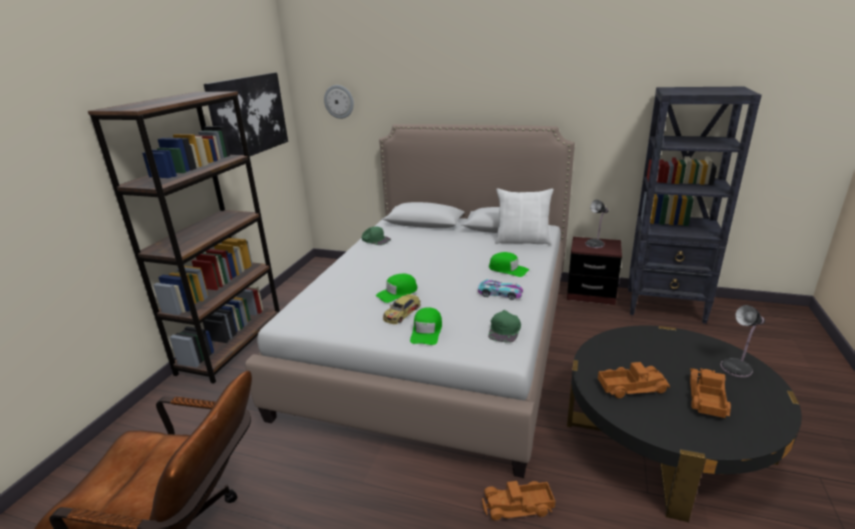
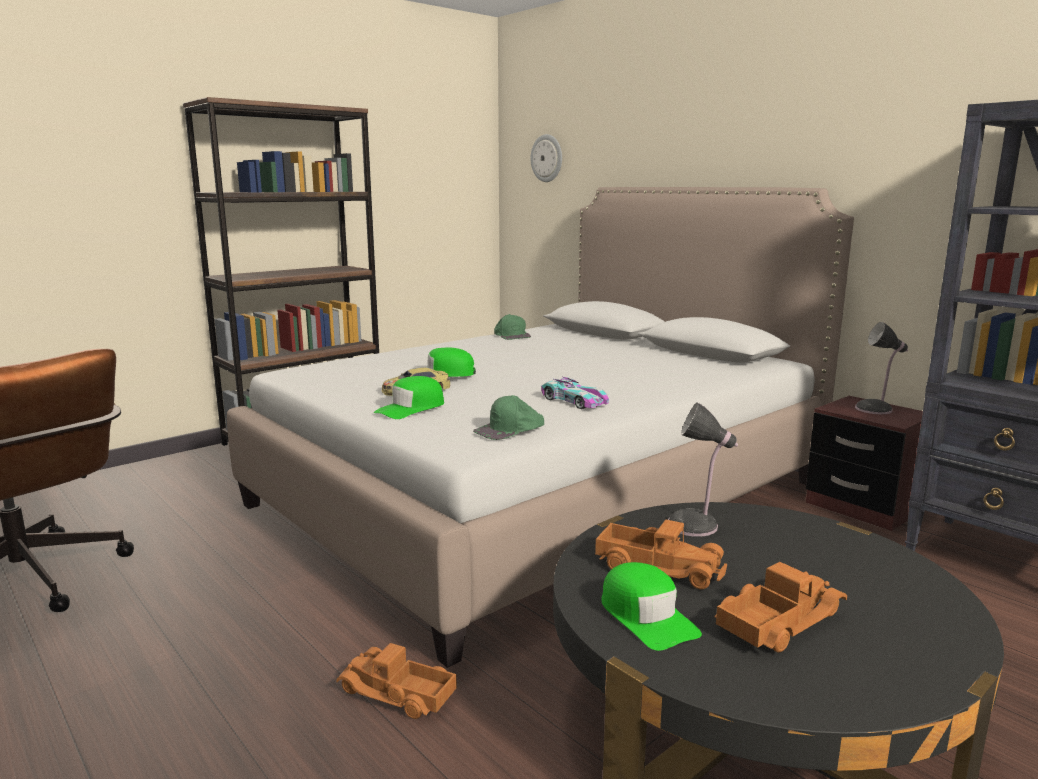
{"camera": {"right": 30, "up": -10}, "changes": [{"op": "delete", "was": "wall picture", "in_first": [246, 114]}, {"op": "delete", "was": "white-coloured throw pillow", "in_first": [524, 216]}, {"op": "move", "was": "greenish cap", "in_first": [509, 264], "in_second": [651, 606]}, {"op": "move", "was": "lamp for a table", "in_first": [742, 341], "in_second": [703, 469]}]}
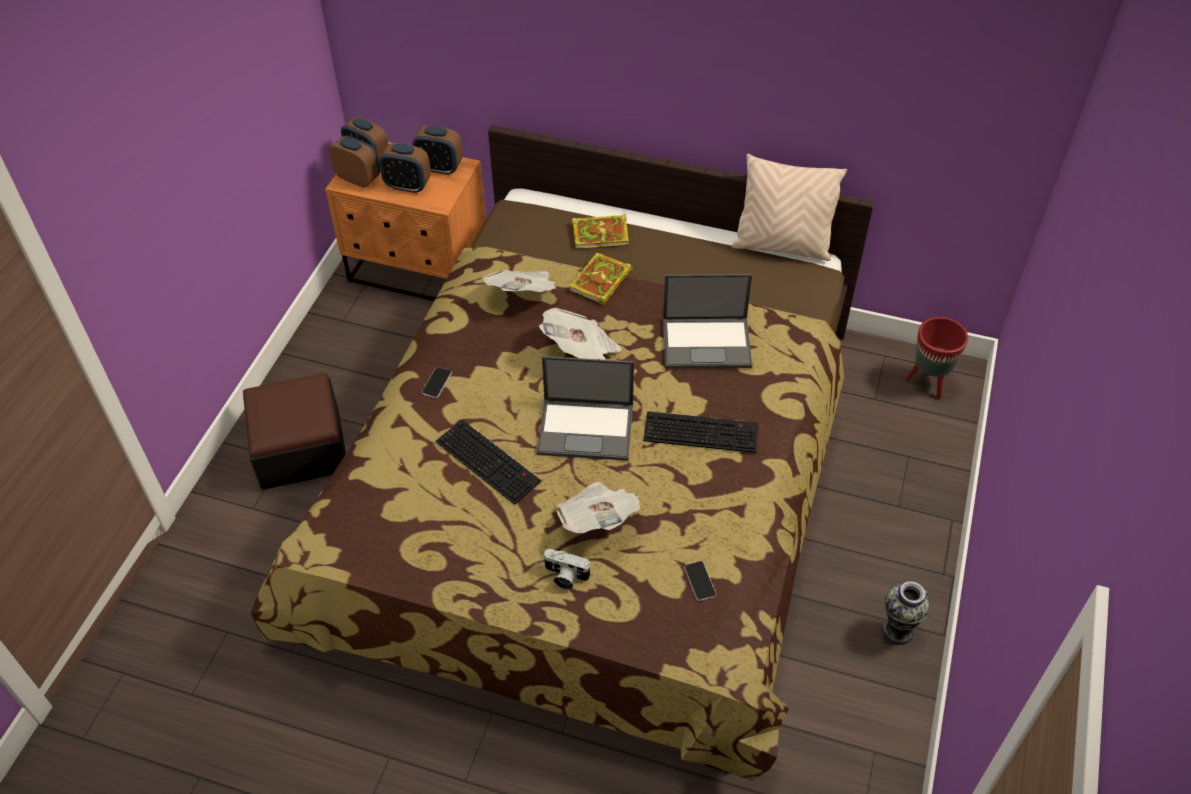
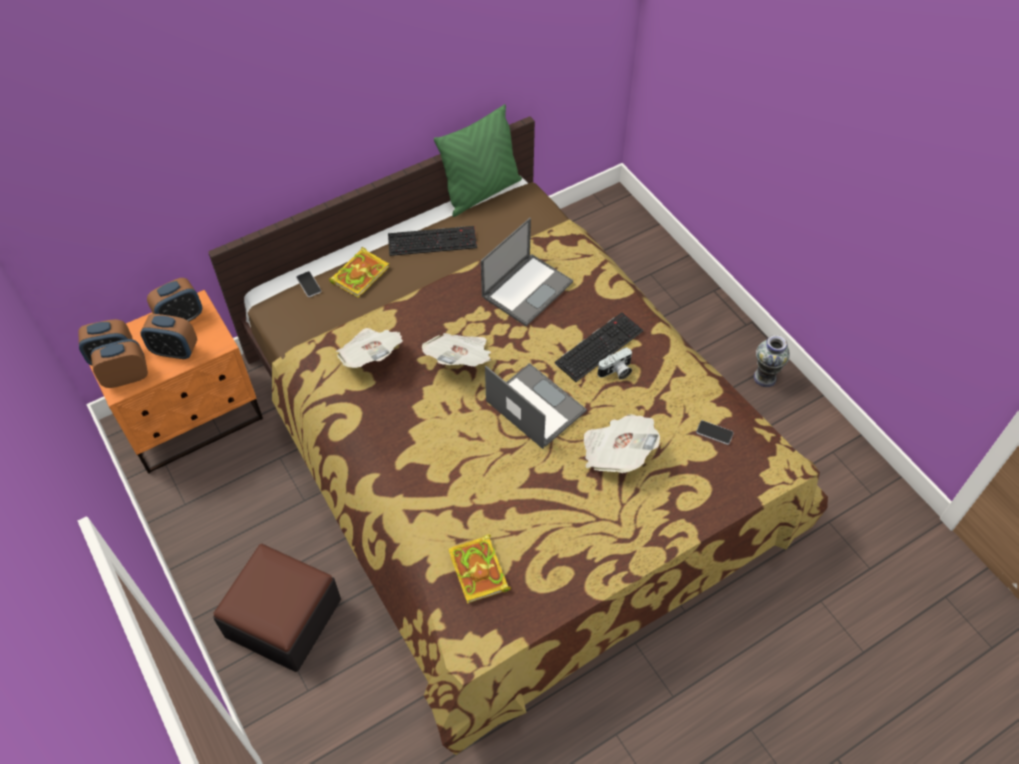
{"camera": {"right": -50, "up": 5}, "changes": [{"op": "rotate", "was": "table clock", "in_first": [405, 168], "in_second": [169, 337], "clockwise": 45}, {"op": "recolor", "was": "sand-coloured throw pillow", "now": "greenish throw pillow", "in_first": [789, 207], "in_second": [478, 160]}, {"op": "move", "was": "volume", "in_first": [601, 279], "in_second": [480, 569]}, {"op": "delete", "was": "red-coloured plant pot", "in_first": [936, 358]}, {"op": "rotate", "was": "portable computer", "in_first": [585, 408], "in_second": [536, 406], "clockwise": -90}, {"op": "move", "was": "telephone", "in_first": [436, 382], "in_second": [309, 284]}, {"op": "move", "was": "keyboard", "in_first": [488, 462], "in_second": [432, 241]}, {"op": "move", "was": "photo camera", "in_first": [567, 569], "in_second": [614, 363]}]}
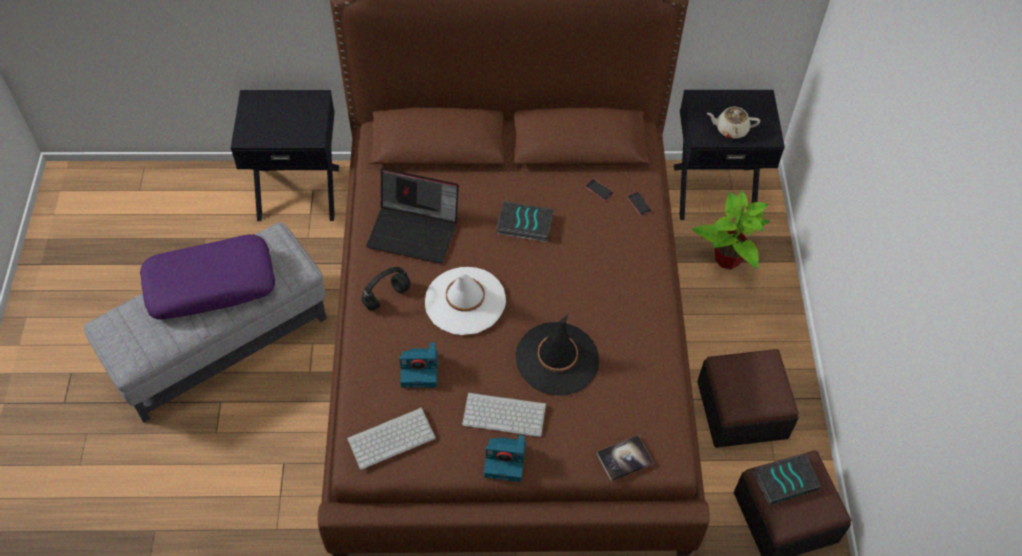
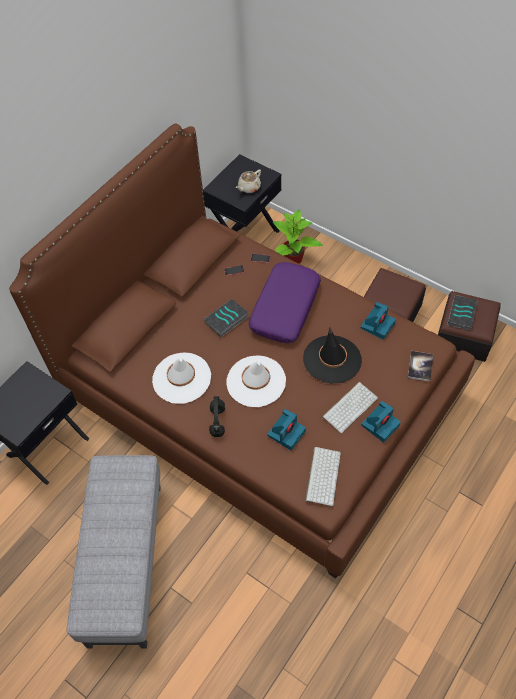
{"camera": {"right": -50, "up": 0}, "changes": [{"op": "replace", "was": "portable computer", "now": "white-coloured wearable hat", "in_first": [412, 216], "in_second": [181, 378]}, {"op": "move", "was": "purple throw pillow", "in_first": [207, 276], "in_second": [285, 302]}, {"op": "insert", "now": "photo camera", "in_second": [378, 321]}]}
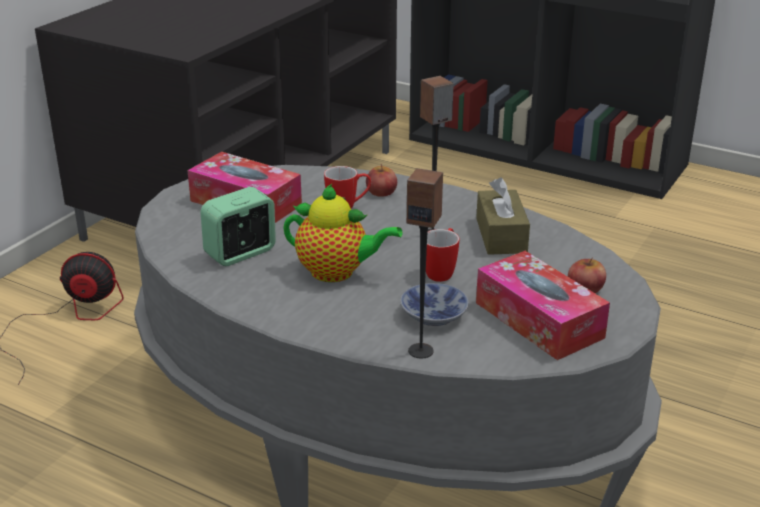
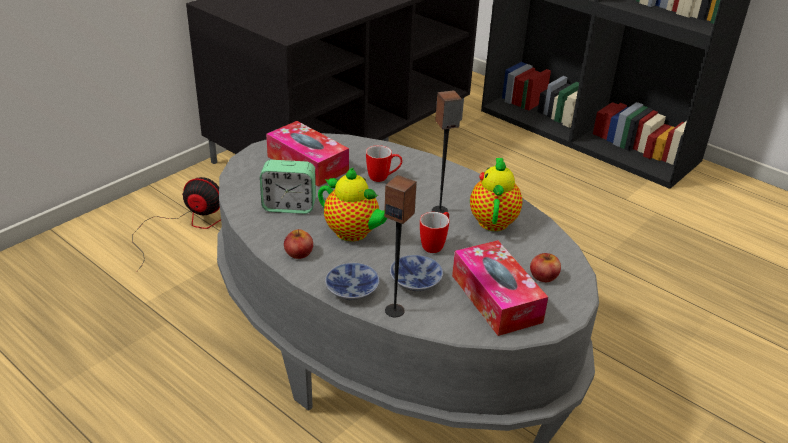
{"camera": {"right": 10, "up": 5}, "changes": [{"op": "move", "was": "apple", "in_first": [381, 180], "in_second": [298, 244]}, {"op": "replace", "was": "brown box of tissues", "now": "tea pot", "in_first": [503, 216], "in_second": [496, 194]}, {"op": "rotate", "was": "table clock", "in_first": [238, 226], "in_second": [288, 187], "clockwise": -150}, {"op": "insert", "now": "deep dish", "in_second": [352, 281]}]}
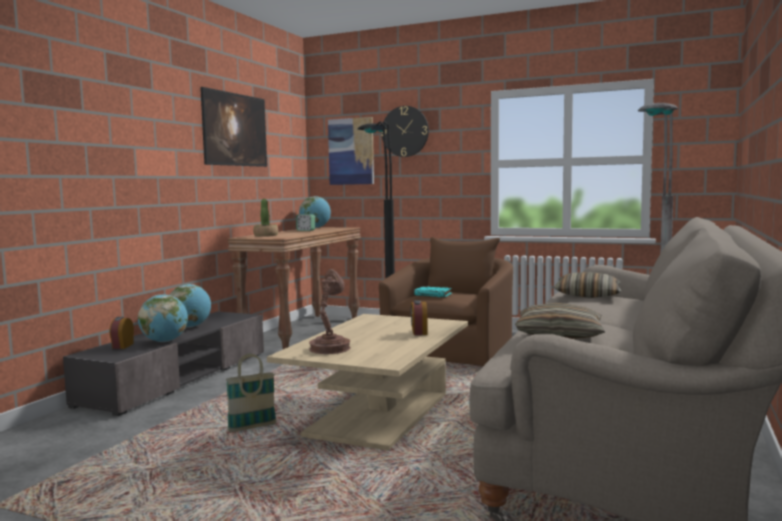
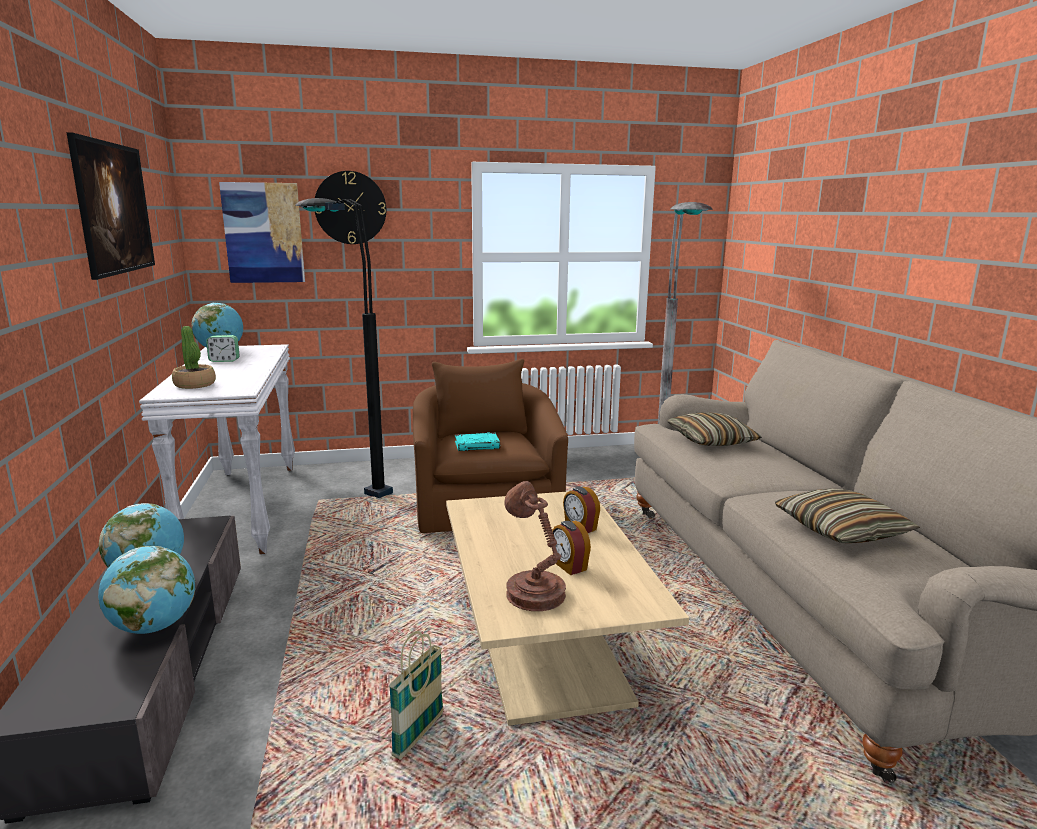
{"camera": {"right": -35, "up": 10}, "changes": [{"op": "recolor", "was": "brown hall table", "now": "white-coloured hall table", "in_first": [294, 288], "in_second": [217, 449]}, {"op": "move", "was": "table clock", "in_first": [122, 333], "in_second": [571, 548]}]}
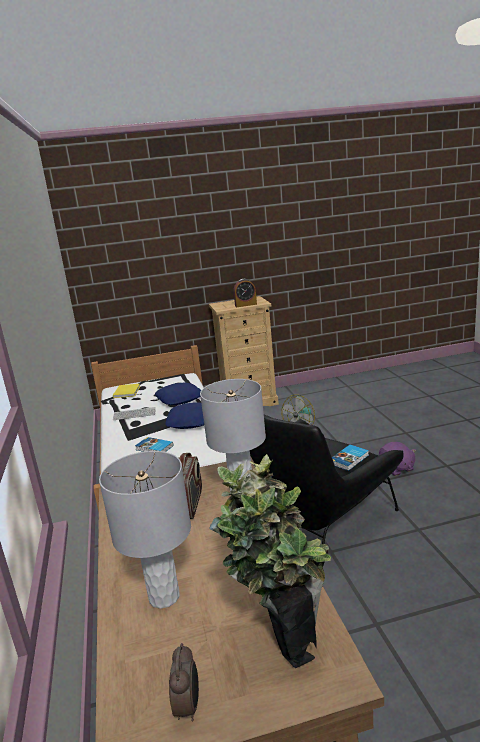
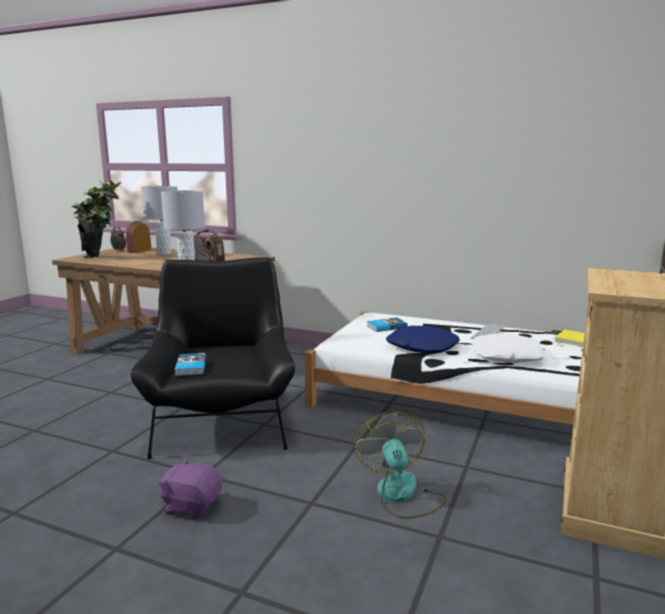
{"camera": {"right": 125, "up": -5}, "changes": [{"op": "move", "was": "table clock", "in_first": [245, 293], "in_second": [138, 237]}, {"op": "recolor", "was": "bluish throw pillow", "now": "white-coloured throw pillow", "in_first": [178, 394], "in_second": [508, 348]}]}
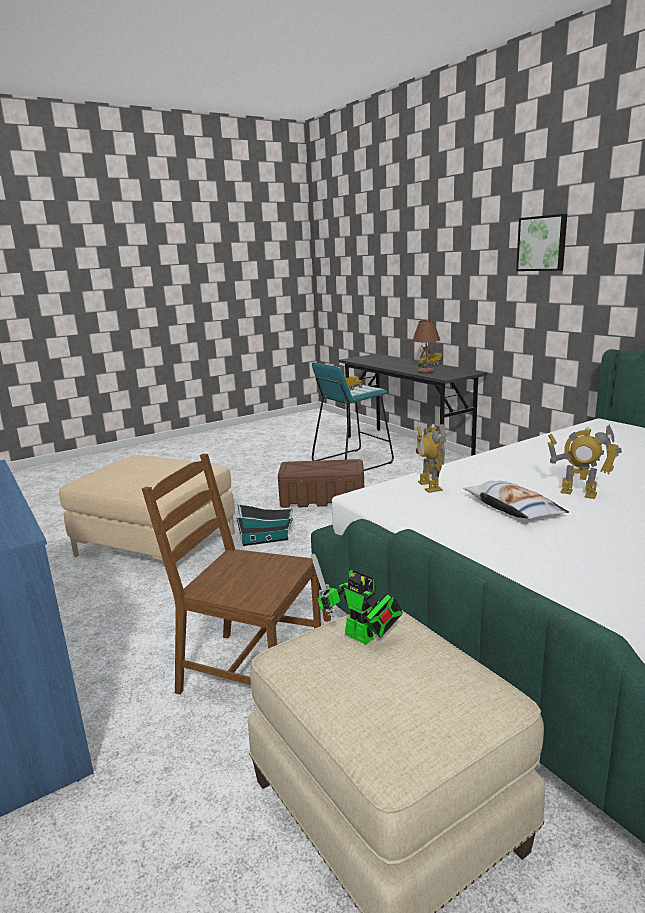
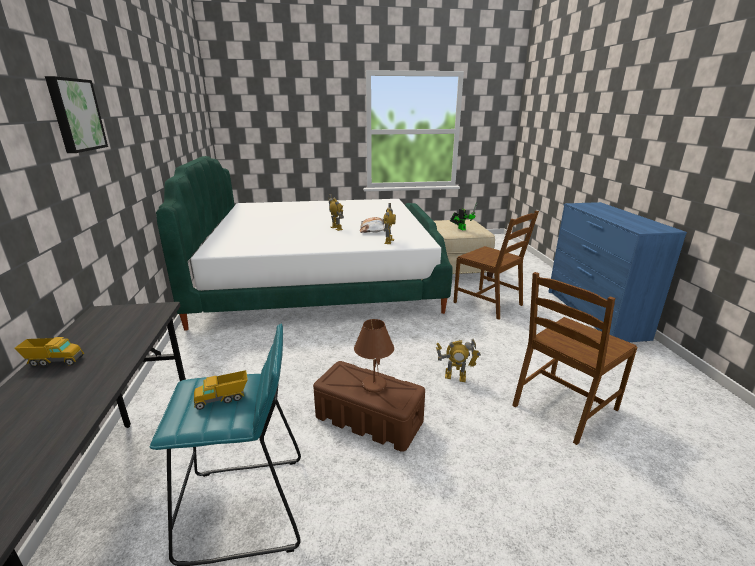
{"camera": {"right": -155, "up": 5}, "changes": [{"op": "move", "was": "brown lamp for a table", "in_first": [426, 346], "in_second": [374, 356]}, {"op": "replace", "was": "sand-coloured pouffe", "now": "brown chair", "in_first": [147, 508], "in_second": [575, 358]}, {"op": "replace", "was": "toy house", "now": "toy robot", "in_first": [264, 525], "in_second": [458, 360]}]}
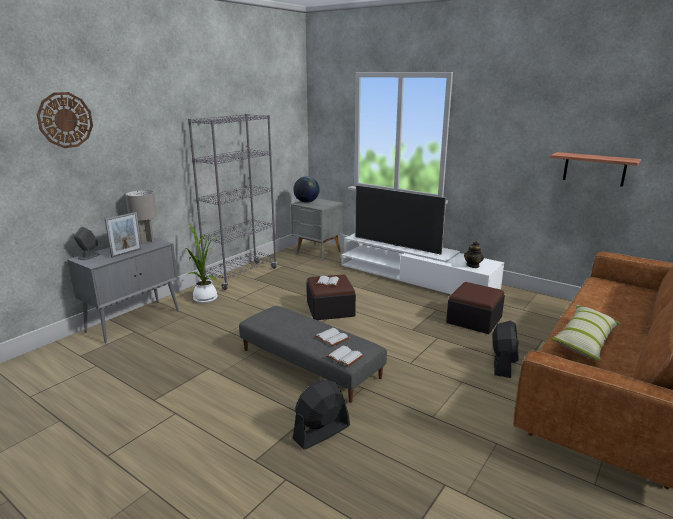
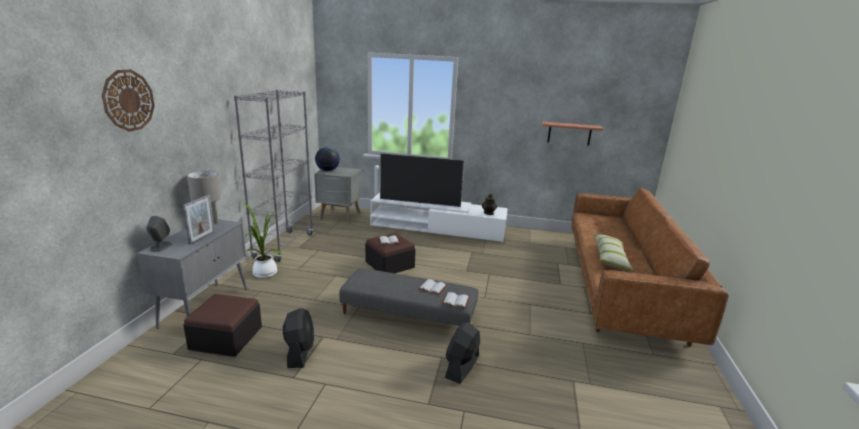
{"camera": {"right": -25, "up": 0}, "changes": [{"op": "move", "was": "pouffe", "in_first": [475, 308], "in_second": [222, 325]}, {"op": "move", "was": "black electric fan", "in_first": [505, 349], "in_second": [298, 338]}]}
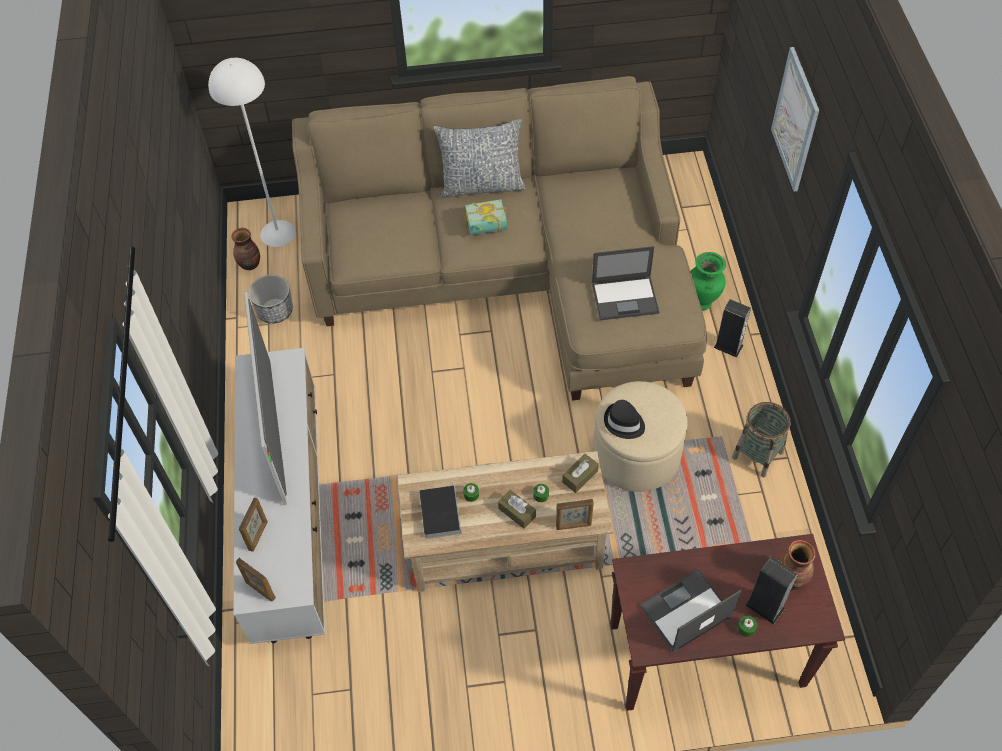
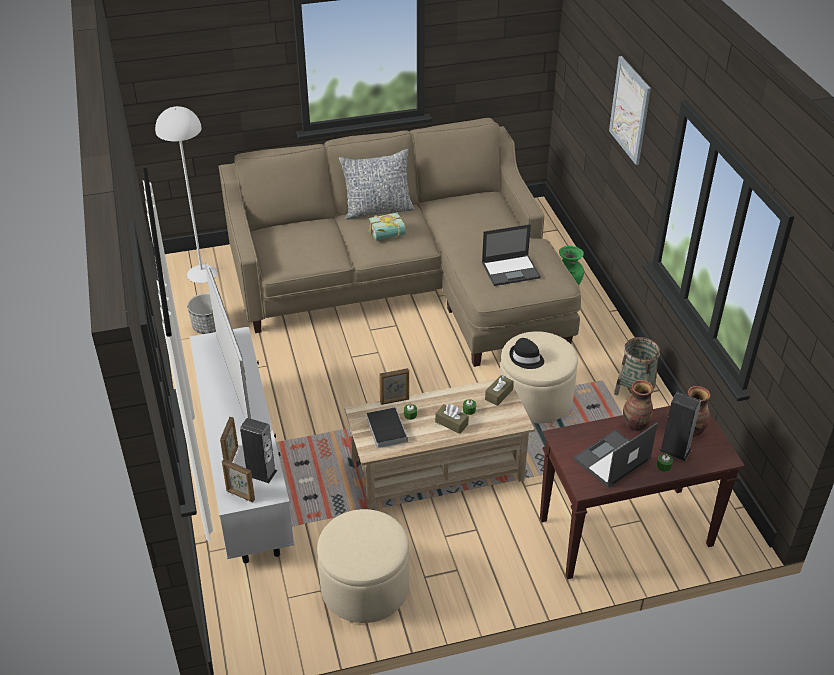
{"camera": {"right": -10, "up": -15}, "changes": [{"op": "move", "was": "flower vase", "in_first": [245, 249], "in_second": [638, 405]}, {"op": "move", "was": "audio speaker", "in_first": [732, 328], "in_second": [258, 450]}, {"op": "move", "was": "picture frame", "in_first": [575, 514], "in_second": [394, 386]}, {"op": "insert", "now": "sand-coloured pouffe", "in_second": [363, 566]}]}
